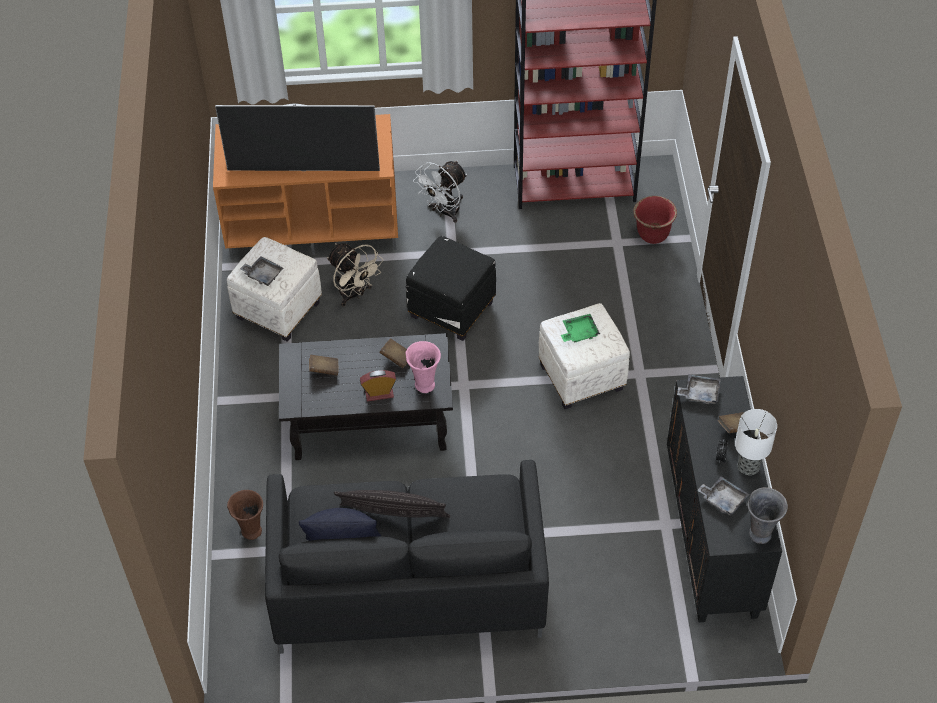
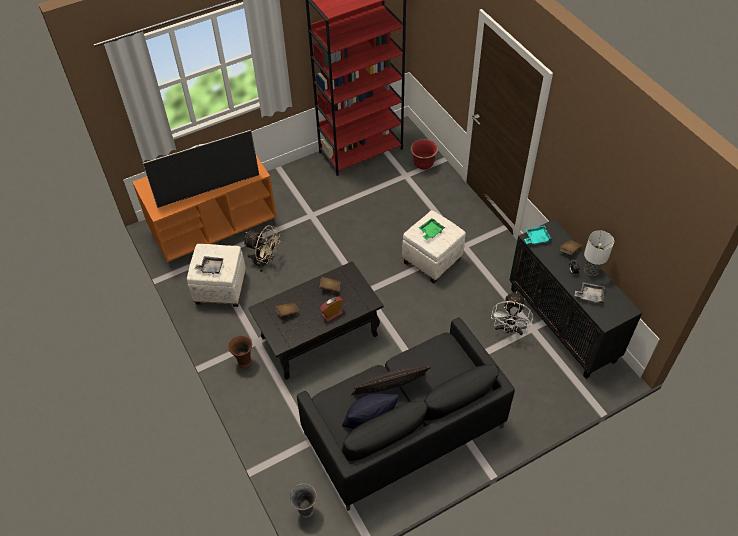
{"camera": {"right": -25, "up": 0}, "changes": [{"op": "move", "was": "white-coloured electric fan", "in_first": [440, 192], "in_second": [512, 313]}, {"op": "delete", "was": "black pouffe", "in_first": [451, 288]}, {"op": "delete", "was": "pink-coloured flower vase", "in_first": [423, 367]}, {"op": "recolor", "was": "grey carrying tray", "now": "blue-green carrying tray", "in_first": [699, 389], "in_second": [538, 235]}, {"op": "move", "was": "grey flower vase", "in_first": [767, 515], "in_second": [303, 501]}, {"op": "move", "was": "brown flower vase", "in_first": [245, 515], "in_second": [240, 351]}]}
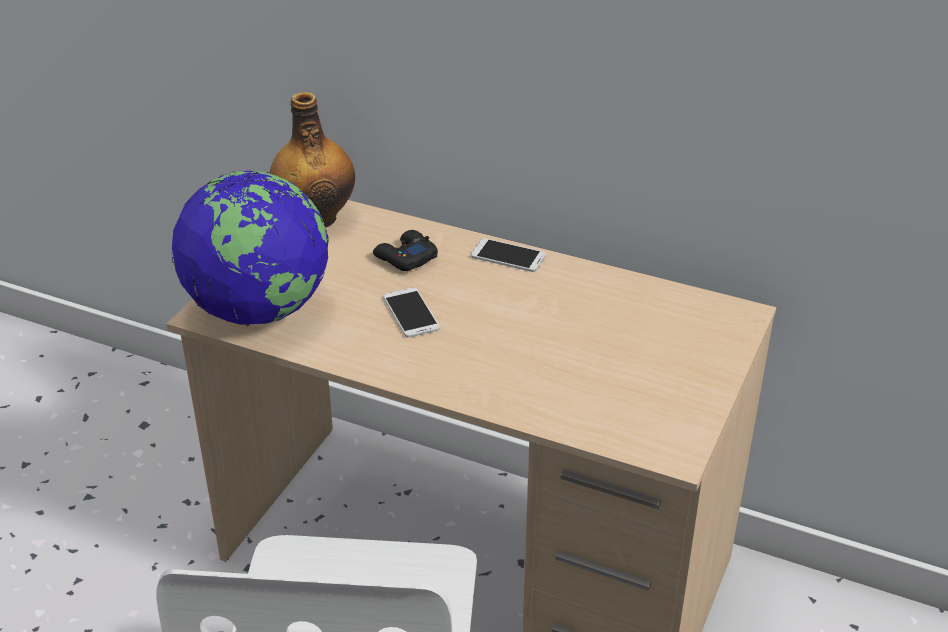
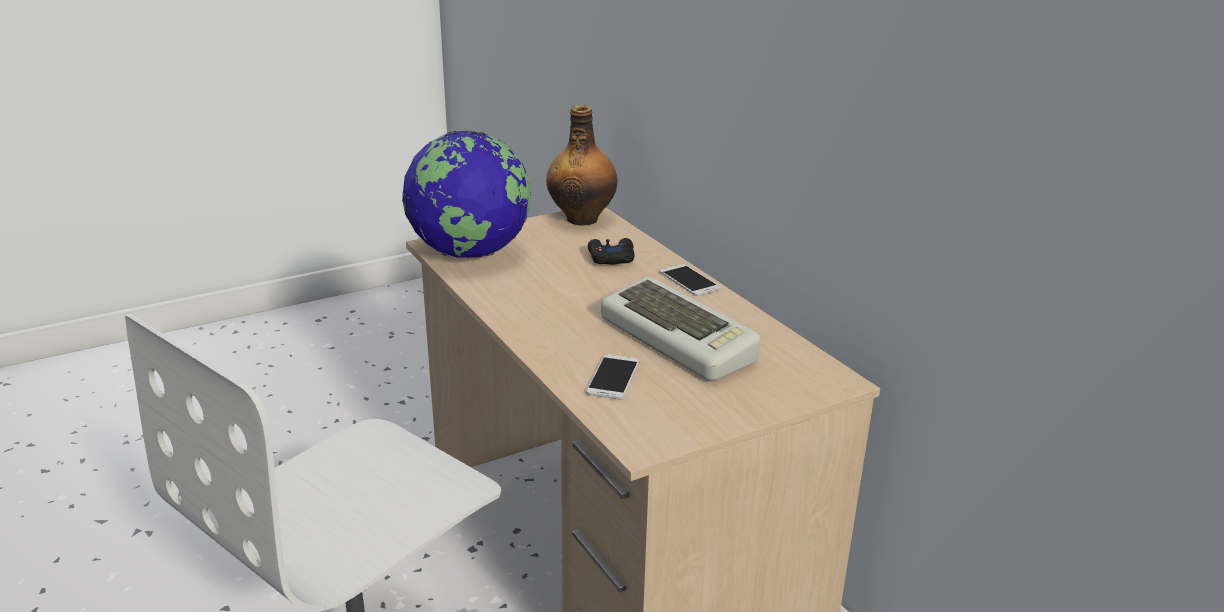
{"camera": {"right": 35, "up": -10}, "changes": [{"op": "move", "was": "telephone", "in_first": [411, 312], "in_second": [613, 376]}, {"op": "insert", "now": "keyboard", "in_second": [680, 328]}]}
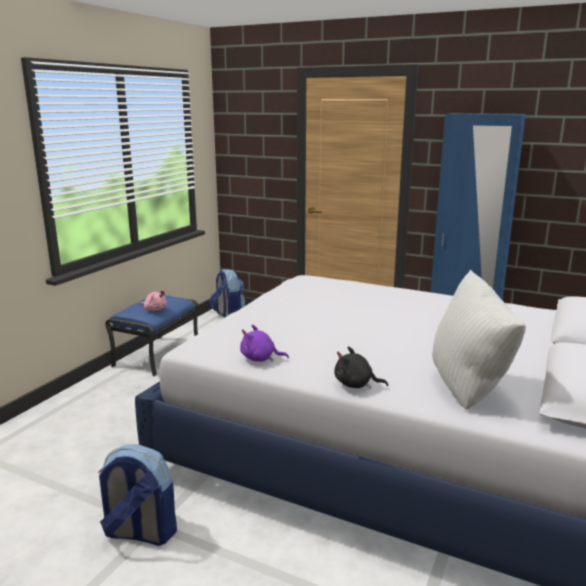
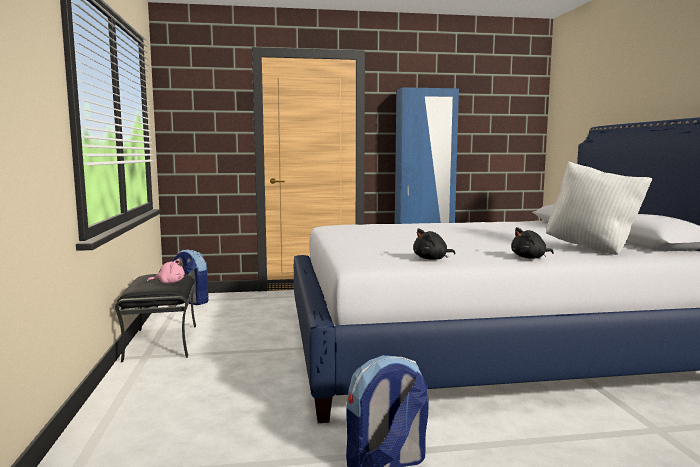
{"camera": {"right": -35, "up": -10}, "changes": [{"op": "recolor", "was": "bluish pouffe", "now": "black pouffe", "in_first": [152, 335], "in_second": [155, 318]}, {"op": "recolor", "was": "purple plush toy", "now": "black plush toy", "in_first": [264, 343], "in_second": [434, 244]}]}
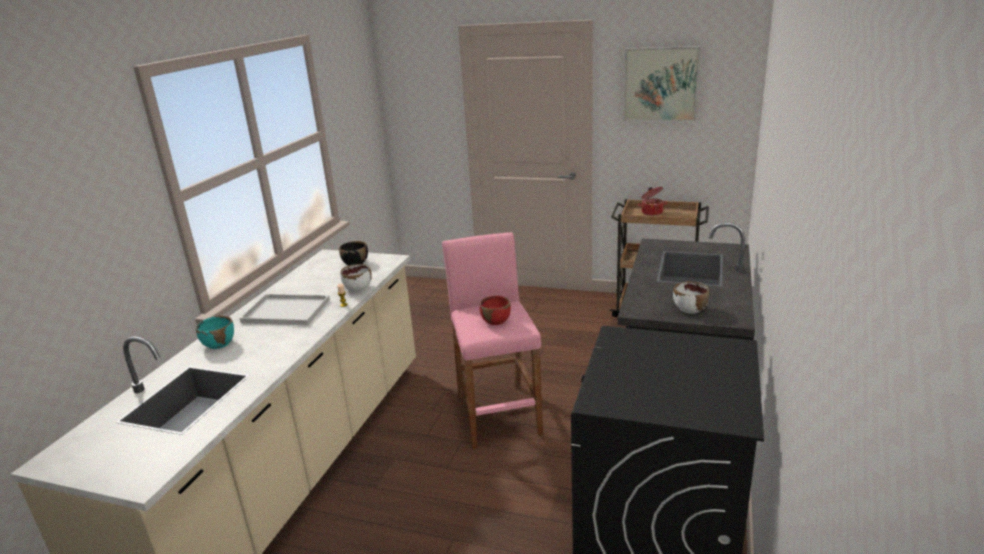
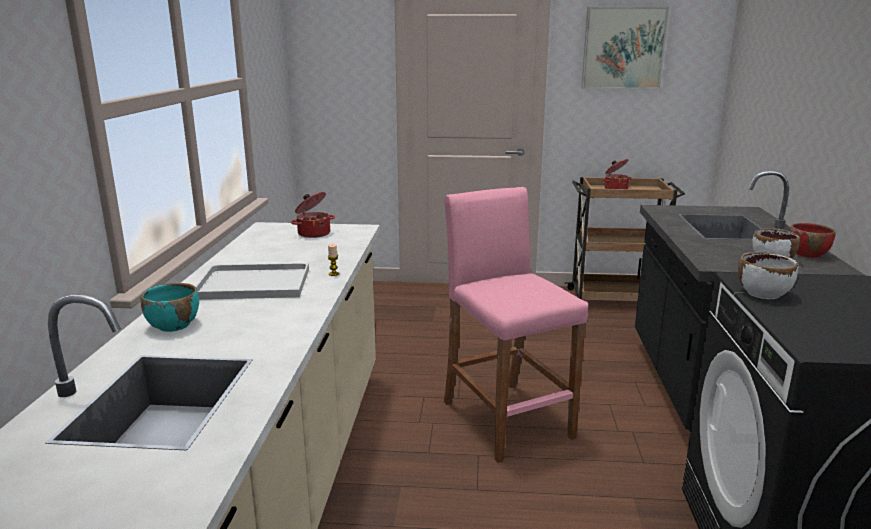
{"camera": {"right": -15, "up": -5}, "changes": [{"op": "replace", "was": "black deep dish", "now": "cooking pot", "in_first": [353, 253], "in_second": [313, 215]}, {"op": "move", "was": "white-coloured deep dish", "in_first": [356, 278], "in_second": [768, 275]}, {"op": "move", "was": "red-coloured deep dish", "in_first": [495, 310], "in_second": [812, 240]}]}
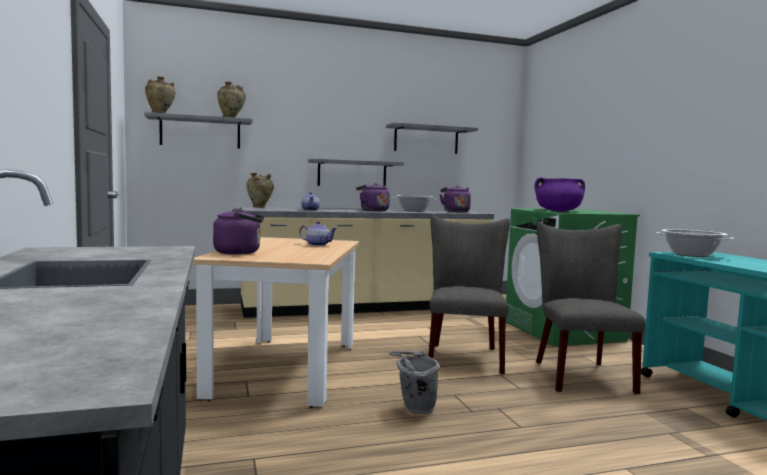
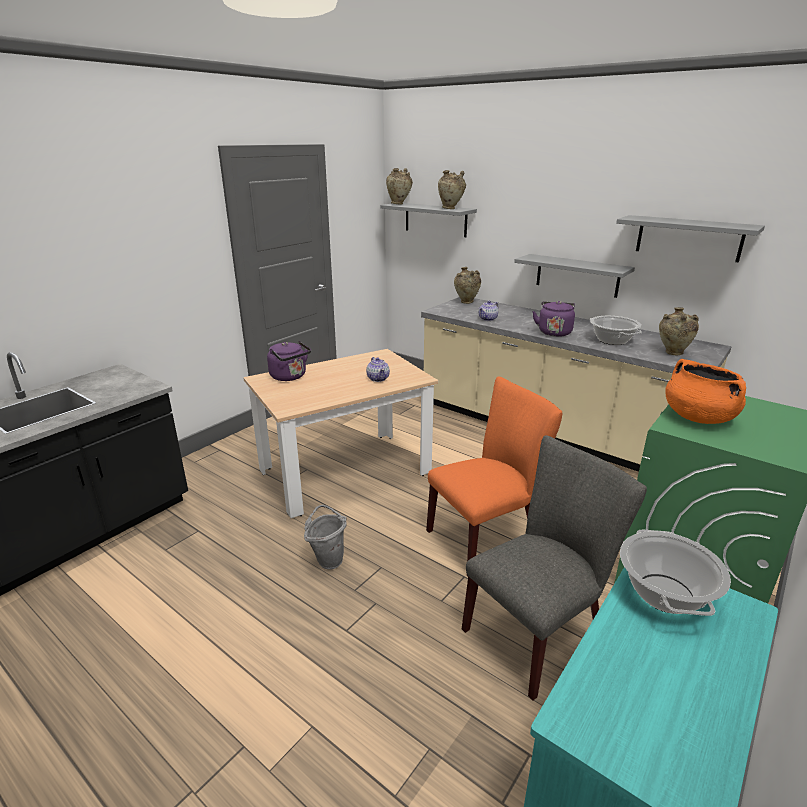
{"camera": {"right": 55, "up": 20}, "changes": [{"op": "recolor", "was": "purple cooking pot", "now": "orange cooking pot", "in_first": [559, 194], "in_second": [705, 391]}, {"op": "replace", "was": "purple kettle", "now": "sand-coloured flower vase", "in_first": [455, 198], "in_second": [679, 331]}, {"op": "recolor", "was": "grey chair", "now": "orange chair", "in_first": [469, 294], "in_second": [494, 476]}]}
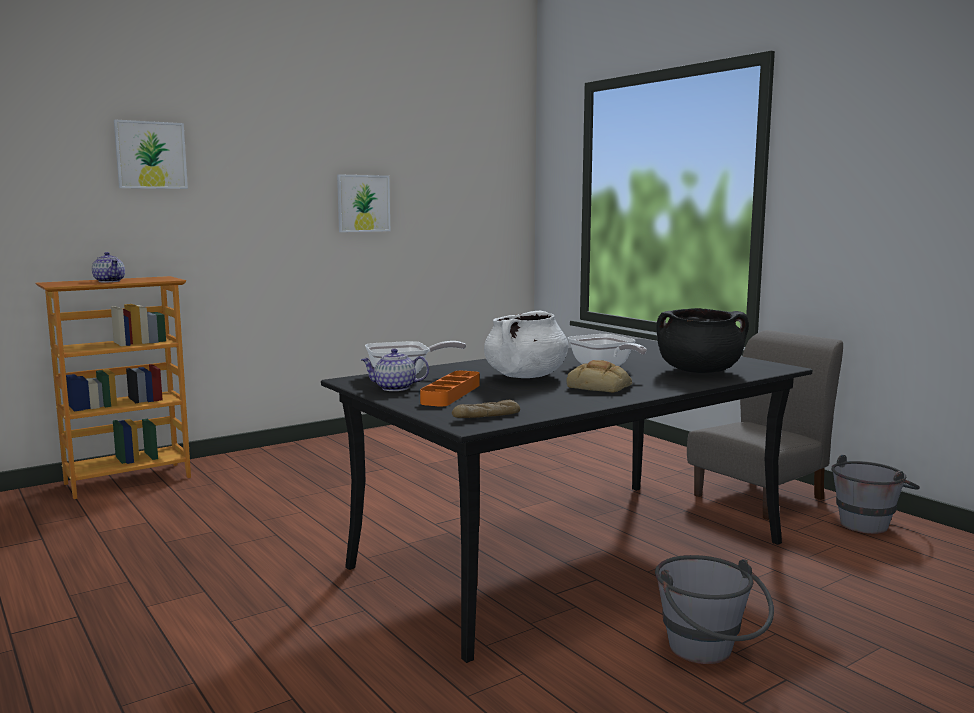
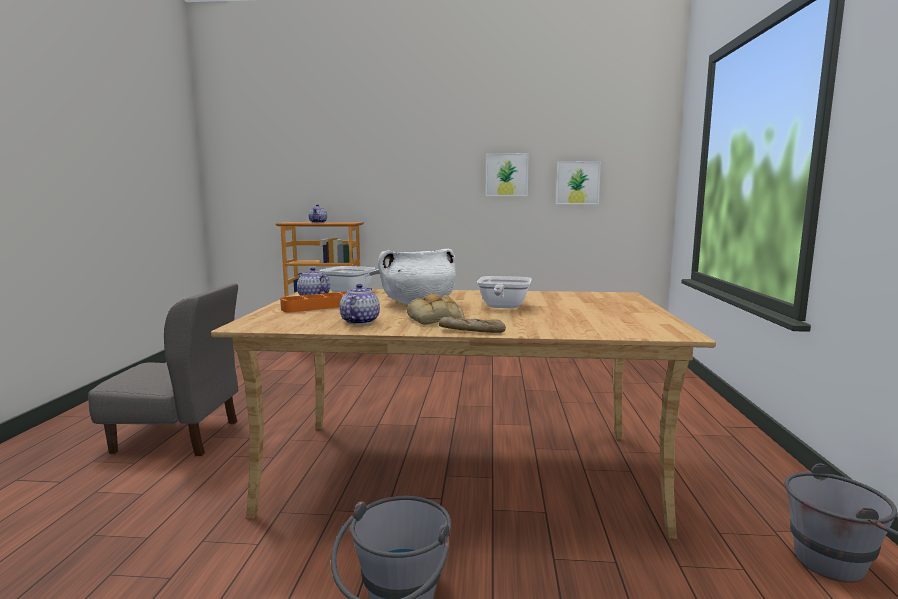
{"camera": {"right": 40, "up": 0}, "changes": [{"op": "move", "was": "wall picture", "in_first": [151, 154], "in_second": [578, 183]}, {"op": "delete", "was": "black cooking pot", "in_first": [702, 340]}, {"op": "move", "was": "grey chair", "in_first": [765, 425], "in_second": [163, 369]}, {"op": "recolor", "was": "black dining table", "now": "sand-coloured dining table", "in_first": [566, 501], "in_second": [463, 414]}, {"op": "move", "was": "bakery bread", "in_first": [486, 409], "in_second": [472, 324]}, {"op": "insert", "now": "tea pot", "in_second": [360, 304]}]}
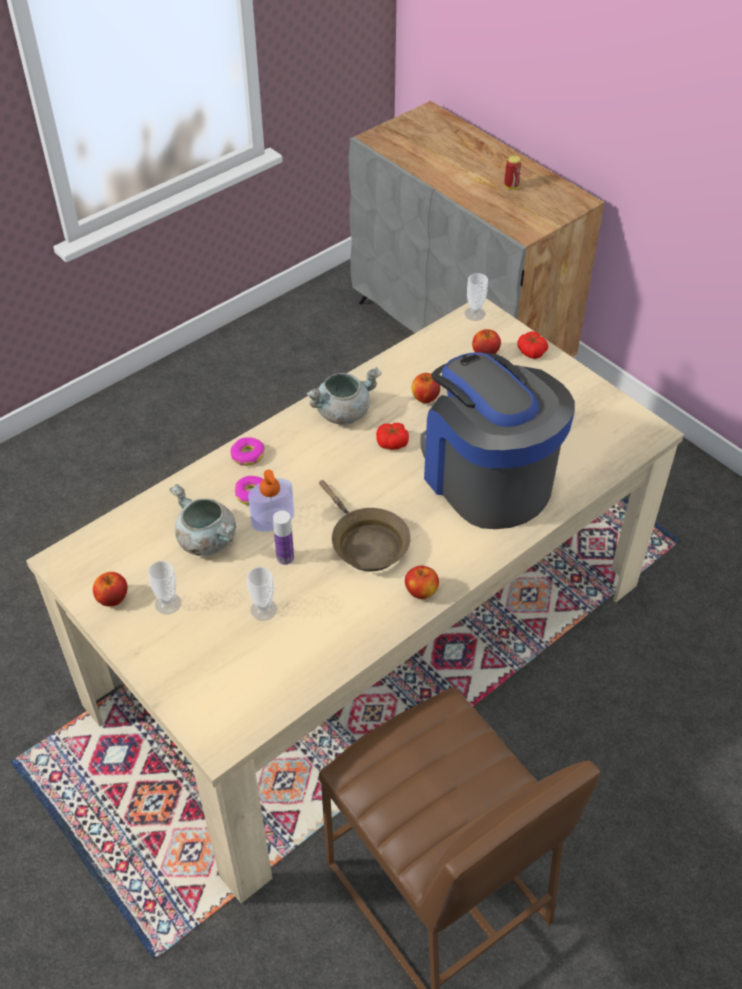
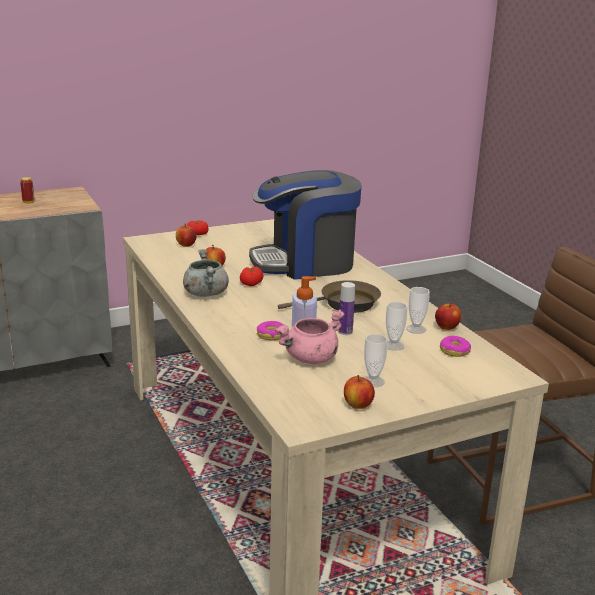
{"camera": {"right": -75, "up": -25}, "changes": [{"op": "move", "was": "cup", "in_first": [476, 297], "in_second": [418, 310]}, {"op": "move", "was": "donut", "in_first": [247, 451], "in_second": [455, 346]}, {"op": "recolor", "was": "grey cooking pot", "now": "pink-coloured cooking pot", "in_first": [203, 520], "in_second": [309, 336]}, {"op": "move", "was": "apple", "in_first": [422, 582], "in_second": [448, 316]}]}
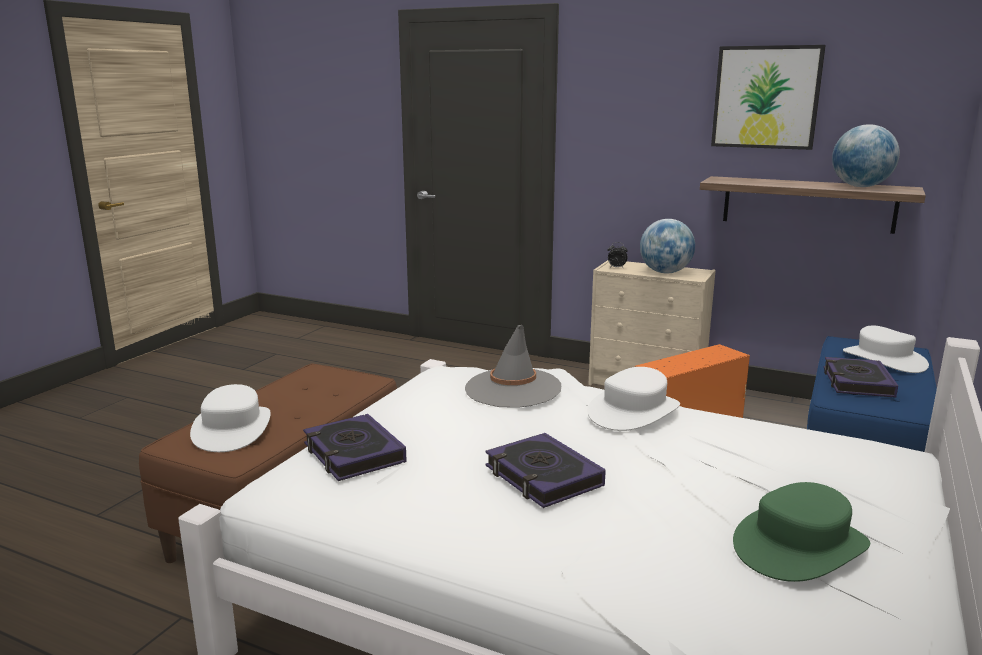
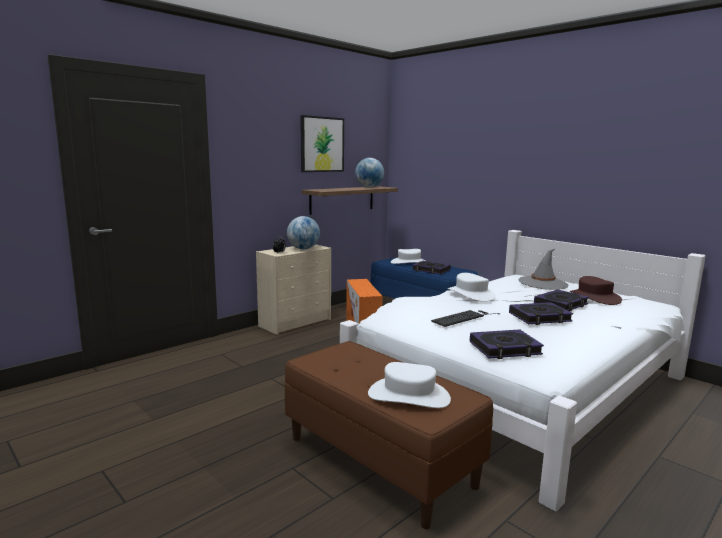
{"camera": {"right": -70, "up": -5}, "changes": [{"op": "move", "was": "grey wearable hat", "in_first": [513, 366], "in_second": [543, 269]}, {"op": "recolor", "was": "greenish wearable hat", "now": "brown wearable hat", "in_first": [801, 532], "in_second": [596, 290]}, {"op": "insert", "now": "volume", "in_second": [561, 300]}, {"op": "insert", "now": "keyboard", "in_second": [465, 318]}]}
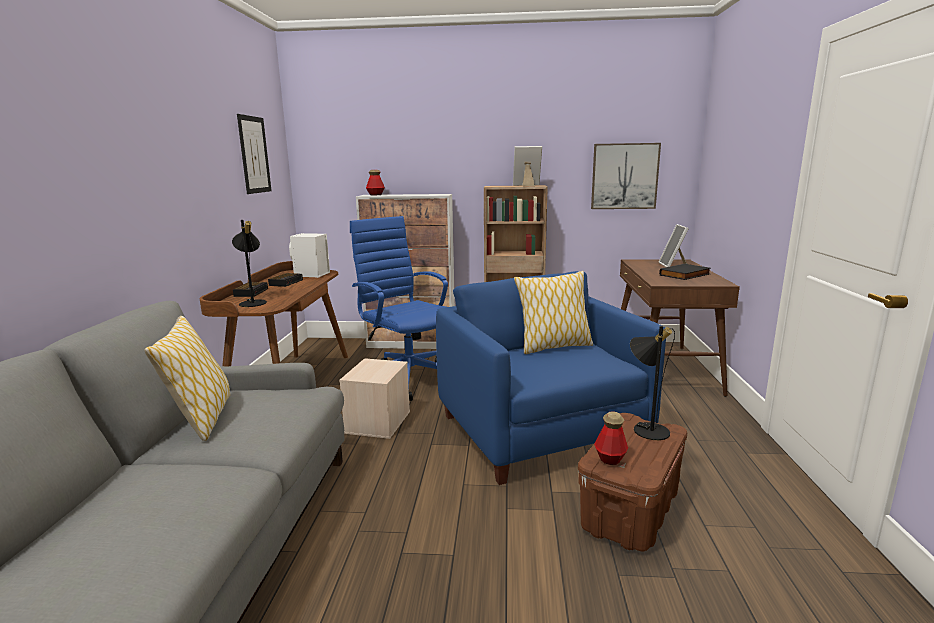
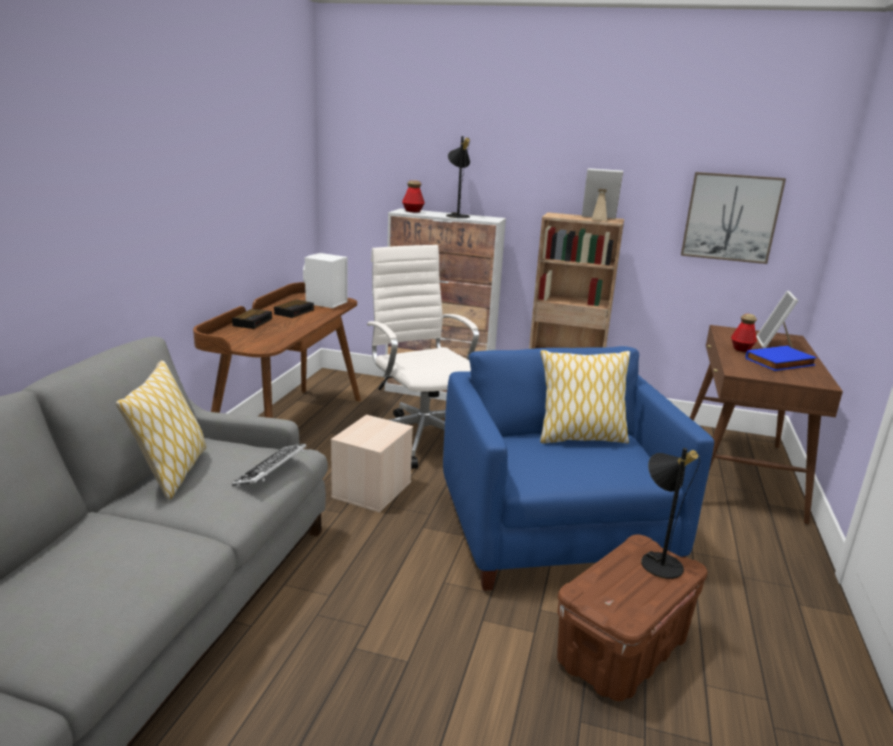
{"camera": {"right": 10, "up": 5}, "changes": [{"op": "delete", "was": "wall picture", "in_first": [254, 154]}, {"op": "recolor", "was": "bluish office chair", "now": "white-coloured office chair", "in_first": [399, 308], "in_second": [423, 357]}, {"op": "move", "was": "black lamp for a table", "in_first": [249, 263], "in_second": [458, 177]}, {"op": "recolor", "was": "black volume", "now": "bluish volume", "in_first": [684, 271], "in_second": [781, 358]}, {"op": "move", "was": "drink bottle", "in_first": [611, 438], "in_second": [744, 333]}, {"op": "insert", "now": "keyboard", "in_second": [269, 464]}]}
